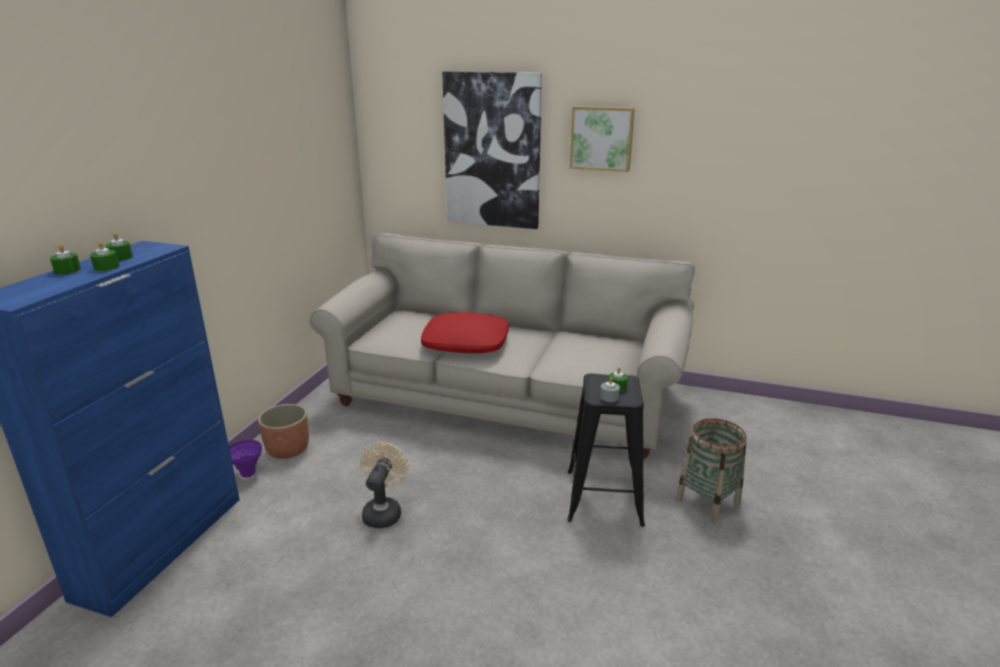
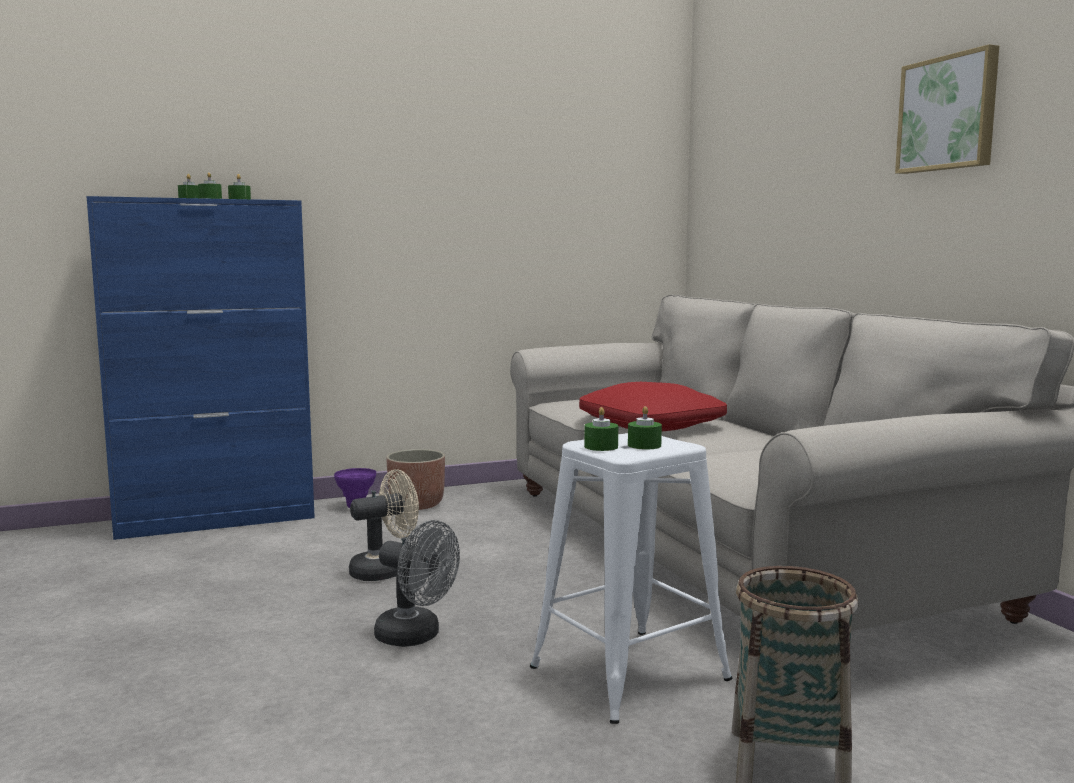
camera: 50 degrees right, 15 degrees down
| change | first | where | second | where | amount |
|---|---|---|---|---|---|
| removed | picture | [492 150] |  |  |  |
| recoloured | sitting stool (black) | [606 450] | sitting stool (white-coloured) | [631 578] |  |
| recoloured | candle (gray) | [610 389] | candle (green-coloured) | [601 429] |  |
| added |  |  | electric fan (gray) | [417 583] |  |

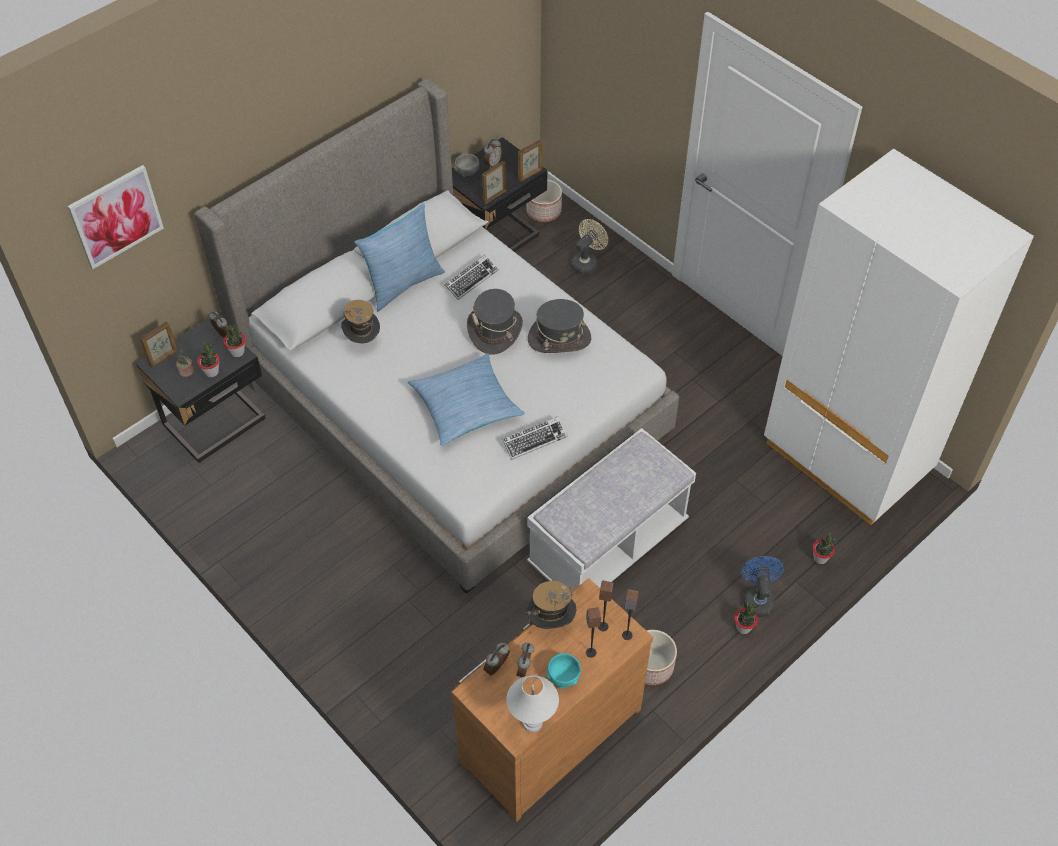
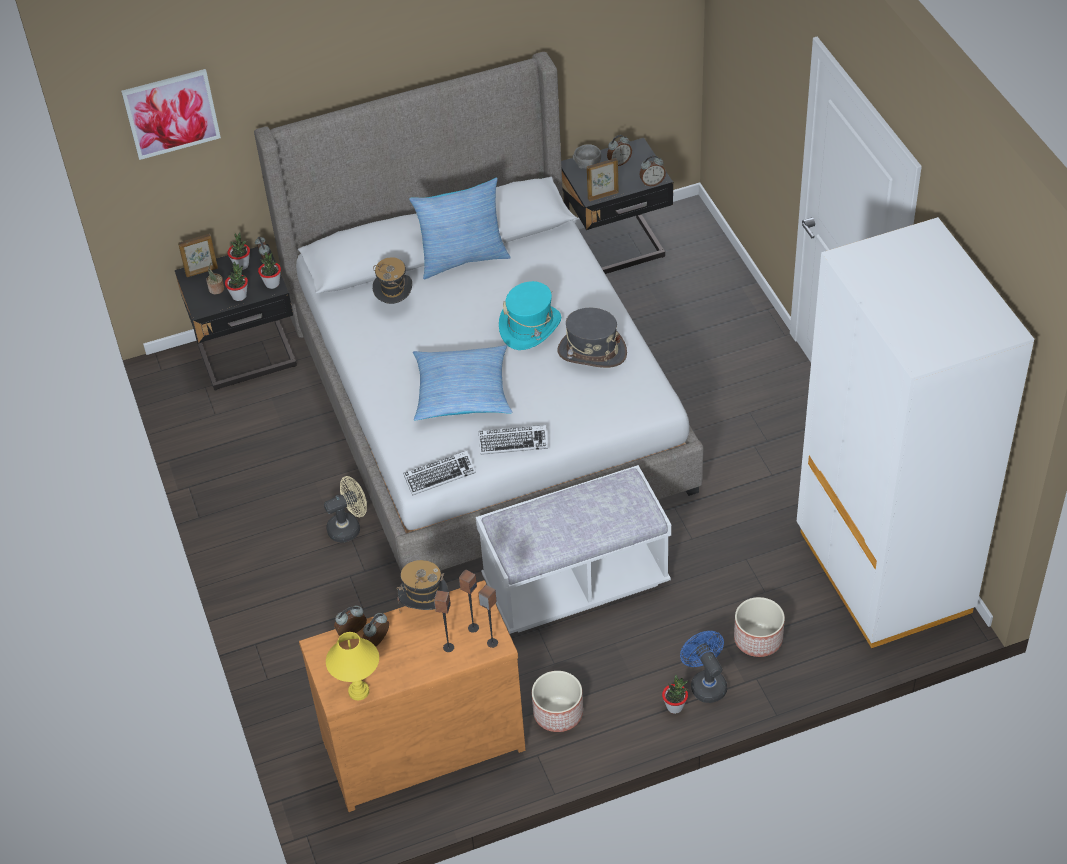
camera: 25 degrees right, 5 degrees down
| change | first | where | second | where | amount |
|---|---|---|---|---|---|
| replaced | picture frame | [530 160] | alarm clock | [652 170] |  |
| moved | planter | [544 201] |  | [759 627] |  |
| moved | electric fan (sand-coloured) | [589 247] |  | [345 509] |  |
| moved | keyboard | [472 277] |  | [439 473] |  |
| recoloured | wearable hat (gray) | [495 322] | wearable hat (turquoise-coloured) | [530 315] |  |
| moved | houseplant | [825 548] |  | [238 251] |  |
| turned | electric fan (blue-coloured) | [762 586] |  | [703 667] | 45 degrees counterclockwise |
| removed | bowl (turquoise-coloured) | [564 671] |  |  |  |
| recoloured | tabletop lamp (white-coloured) | [532 703] | tabletop lamp (yellow) | [352 666] |  |

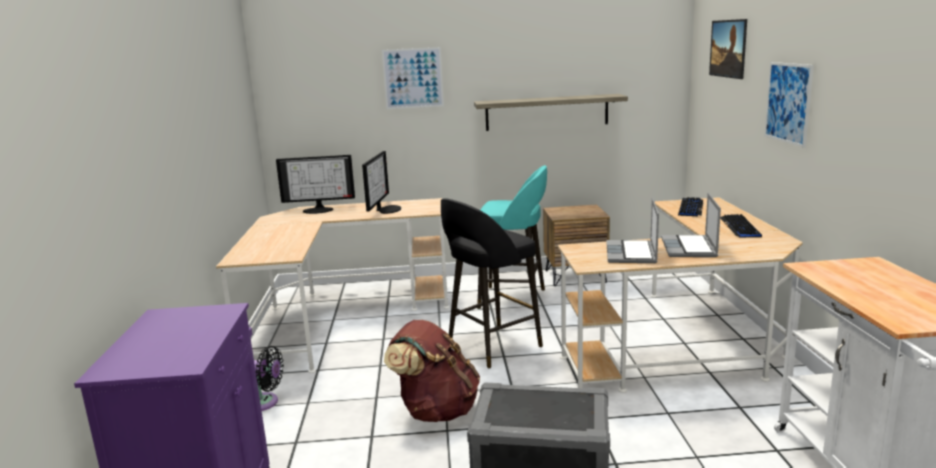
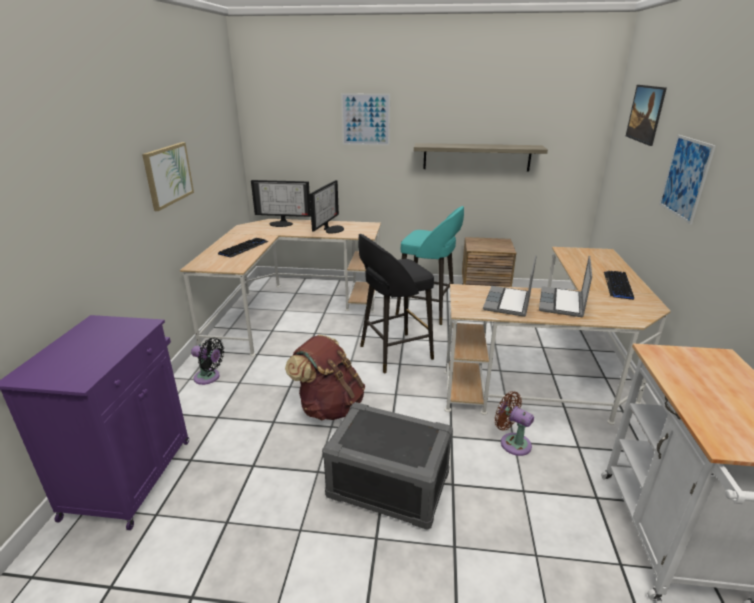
camera: 10 degrees right, 10 degrees up
| change | first | where | second | where | amount |
|---|---|---|---|---|---|
| moved | keyboard | [690 206] |  | [243 247] |  |
| added |  |  | picture | [168 176] |  |
| added |  |  | electric fan (brown-coloured) | [514 423] |  |

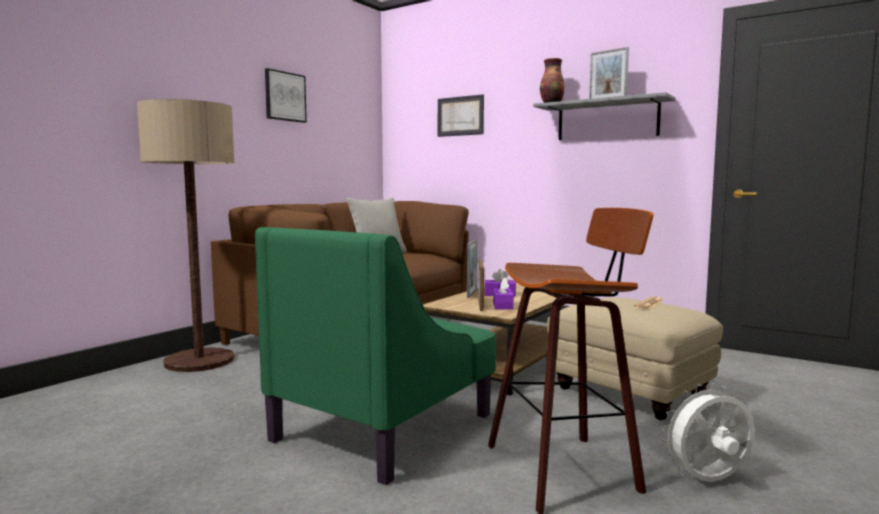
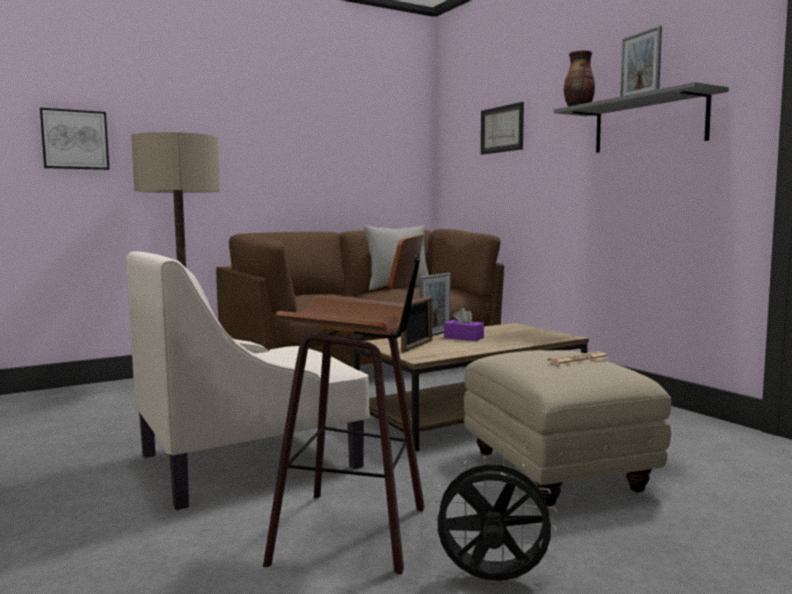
camera: 25 degrees right, 0 degrees up
| change | first | where | second | where | amount |
|---|---|---|---|---|---|
| moved | picture | [286 95] |  | [74 139] |  |
| recoloured | armchair (green-coloured) | [375 356] | armchair (sand-coloured) | [248 380] |  |
| removed | tissue holder (purple-coloured) | [503 294] |  |  |  |
| recoloured | electric fan (white-coloured) | [707 432] | electric fan (black) | [494 518] |  |

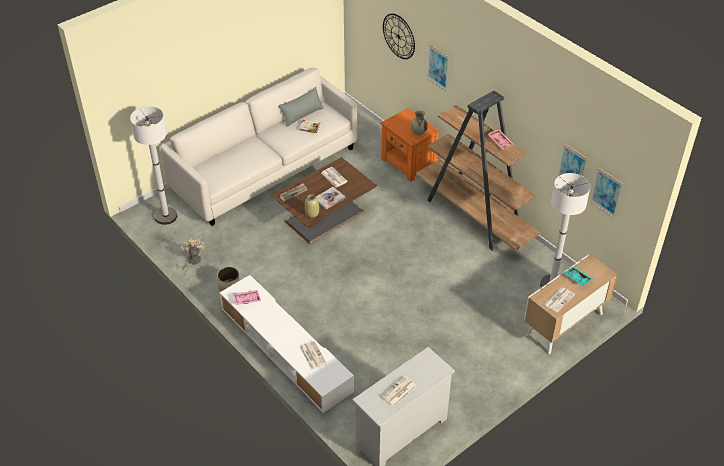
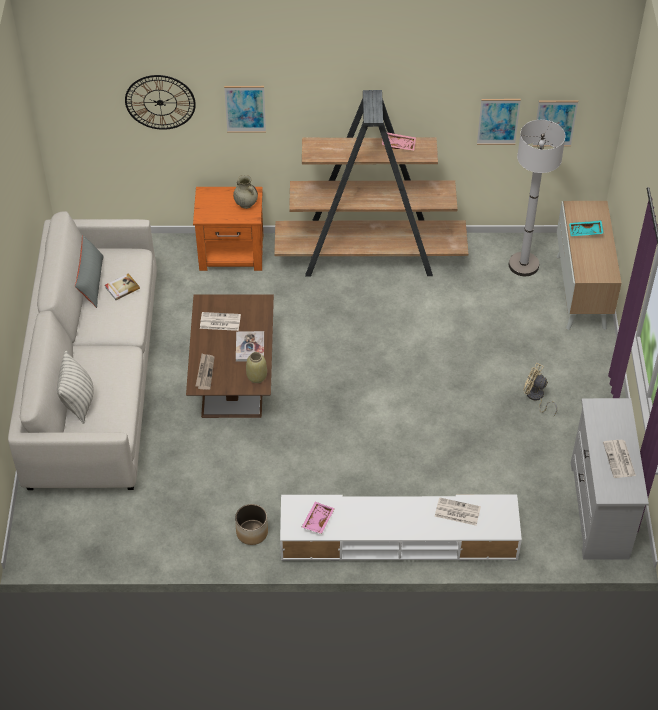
camera: 50 degrees left, 5 degrees up
| change | first | where | second | where | amount |
|---|---|---|---|---|---|
| removed | floor lamp (white-coloured) | [153 165] |  |  |  |
| moved | electric fan (sand-coloured) | [192 257] |  | [540 389] |  |
| removed | daily paper | [559 299] |  |  |  |
| added |  |  | cushion | [75 387] |  |

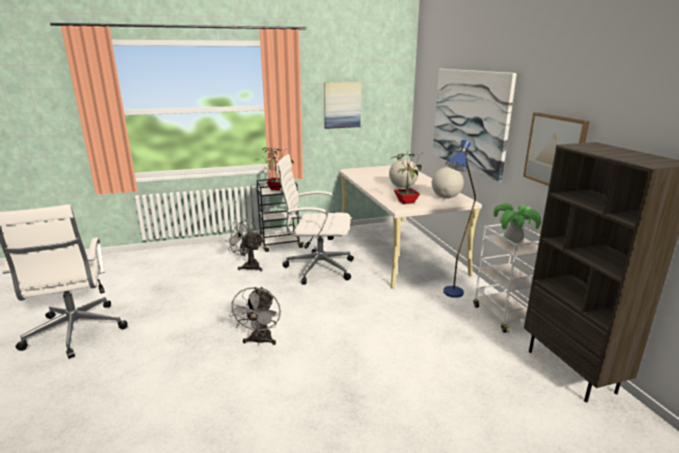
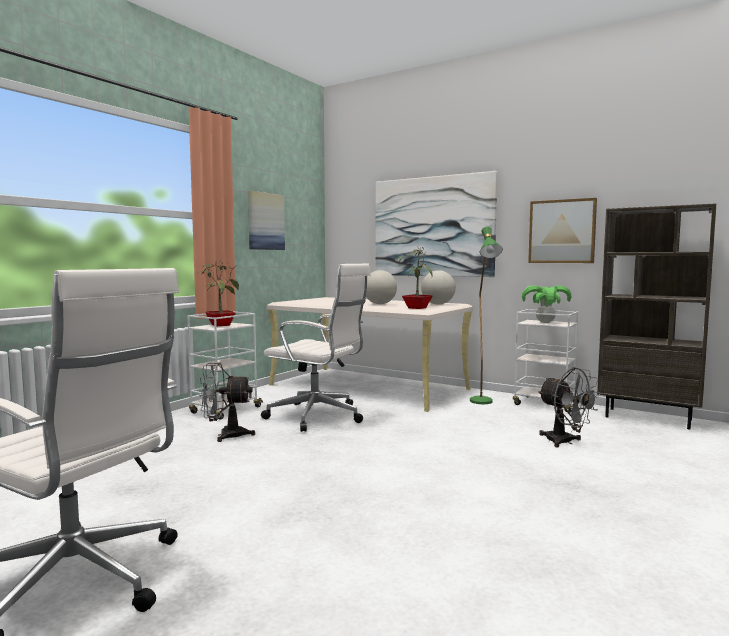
camera: 40 degrees left, 15 degrees down
| change | first | where | second | where | amount |
|---|---|---|---|---|---|
| recoloured | floor lamp (blue-coloured) | [459 219] | floor lamp (green-coloured) | [486 315] |  |
| turned | office chair (white-coloured) | [315 219] |  | [315 348] | 120 degrees counterclockwise |
| recoloured | wheeled cart (black) | [280 215] | wheeled cart (white-coloured) | [225 365] |  |
| moved | electric fan (gray) | [255 316] |  | [569 407] |  |

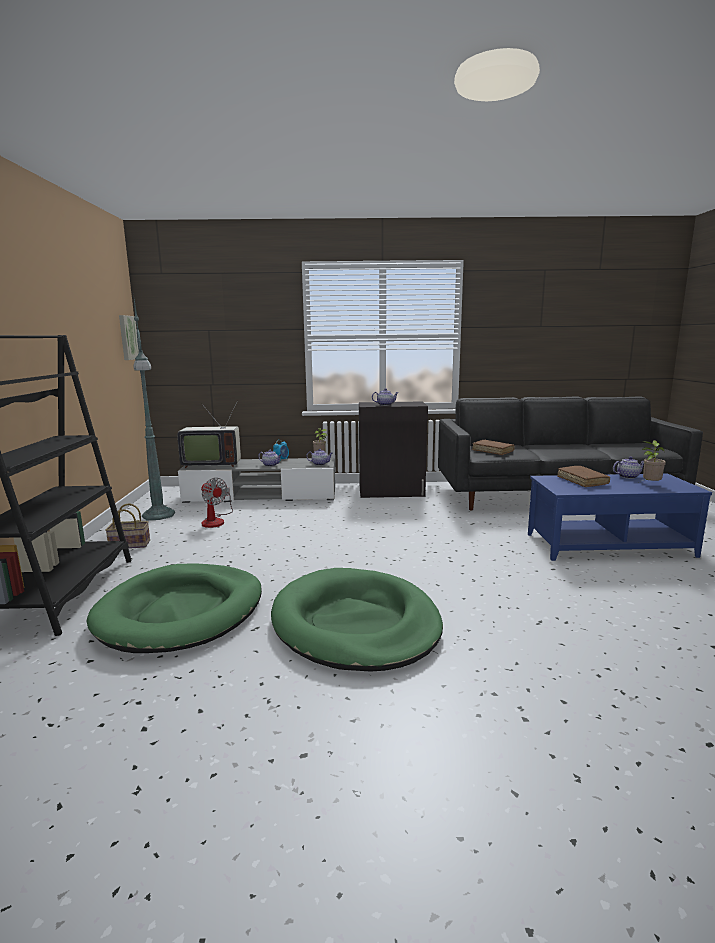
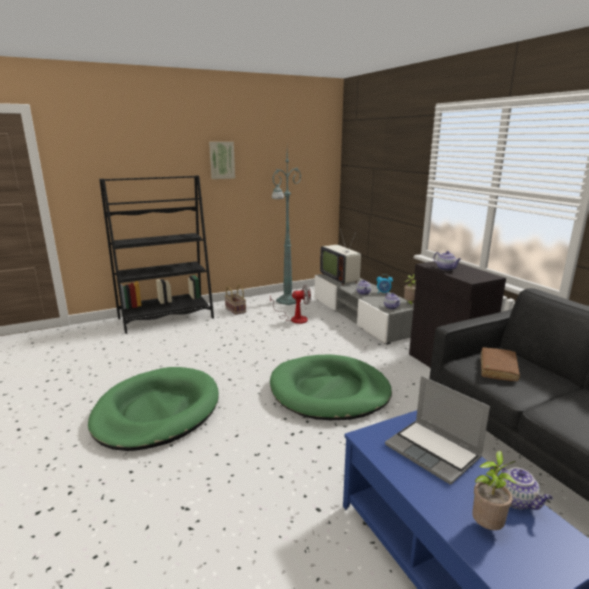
camera: 65 degrees right, 5 degrees up
| change | first | where | second | where | amount |
|---|---|---|---|---|---|
| moved | picture | [129 337] |  | [222 160] |  |
| replaced | bound book (brown-coloured) | [583 476] | notebook computer | [437 430] |  |
| turned | electric fan | [217 503] |  | [290 304] | 120 degrees counterclockwise |
| moved | dog bed (green-coloured) | [174 608] |  | [331 387] |  |

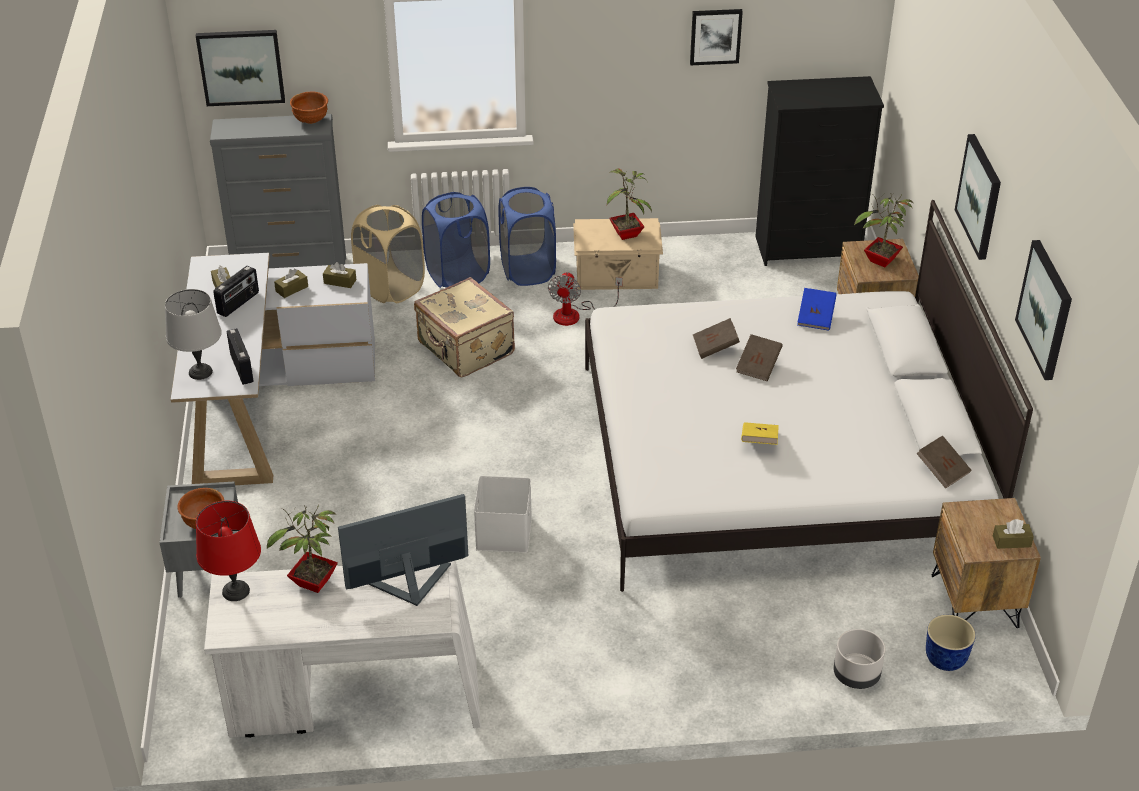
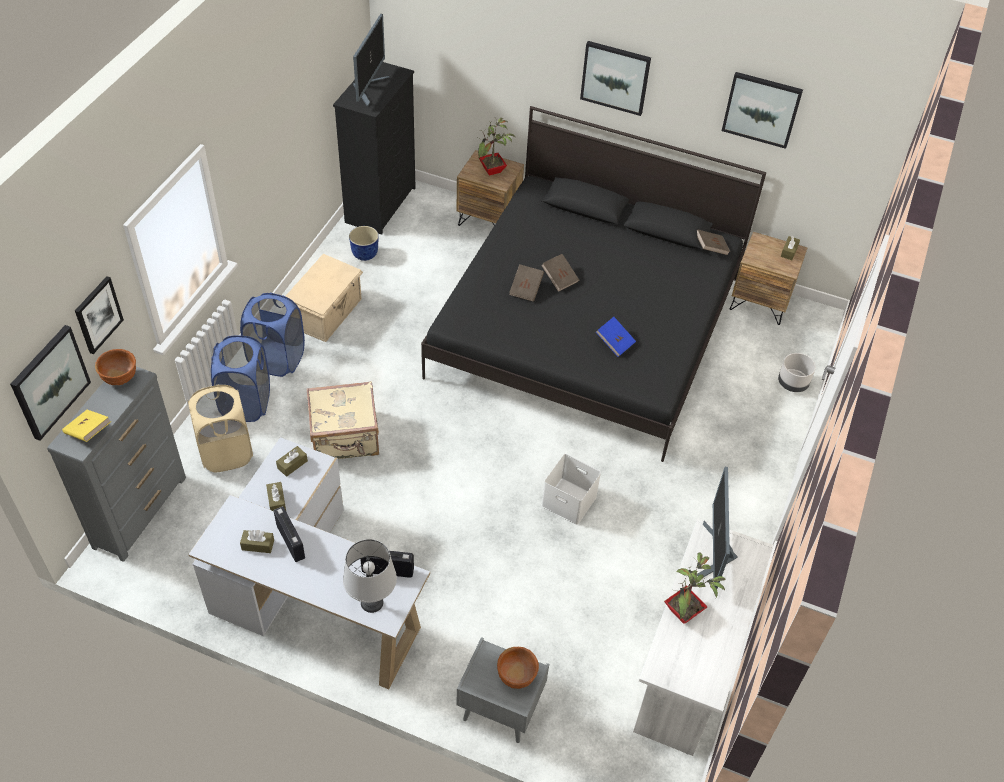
camera: 65 degrees left, 10 degrees up
| change | first | where | second | where | amount |
|---|---|---|---|---|---|
| moved | picture | [716 37] |  | [99 315] |  |
| removed | houseplant | [629 204] |  |  |  |
| recoloured | bedroom bed (white-coloured) | [809 396] | bedroom bed (black) | [593 284] |  |
| removed | electric fan | [585 299] |  |  |  |
| moved | bound book (blue-coloured) | [817 309] |  | [616 337] |  |
| moved | bound book (yellow) | [760 433] |  | [86 426] |  |
| removed | tabletop lamp (red-coloured) | [228 551] |  |  |  |
| moved | planter | [951 643] |  | [364 243] |  |
| added |  |  | computer screen | [371 60] |  |

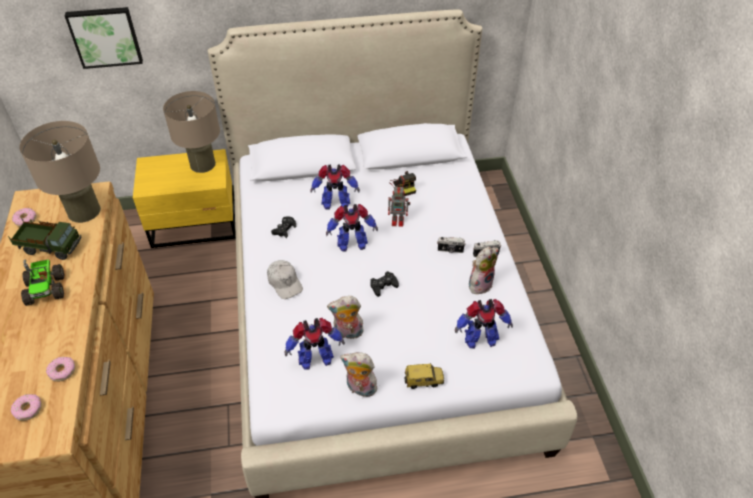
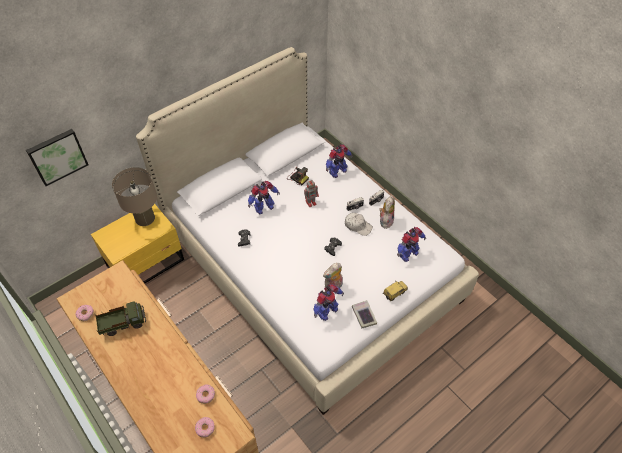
camera: 30 degrees left, 5 degrees up
| change | first | where | second | where | amount |
|---|---|---|---|---|---|
| removed | tabletop lamp (sand-coloured) | [60 172] |  |  |  |
| moved | toy robot | [352 228] |  | [339 161] |  |
| removed | model truck | [42 283] |  |  |  |
| moved | peaked cap (white-coloured) | [285 279] |  | [359 224] |  |
| replaced | cuddly toy | [359 374] | bound book | [364 314] |  |

